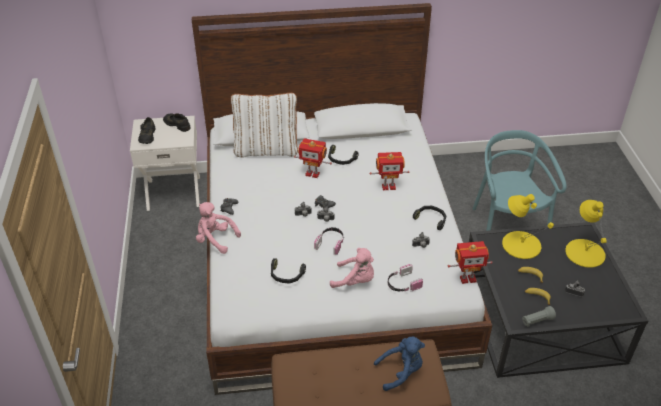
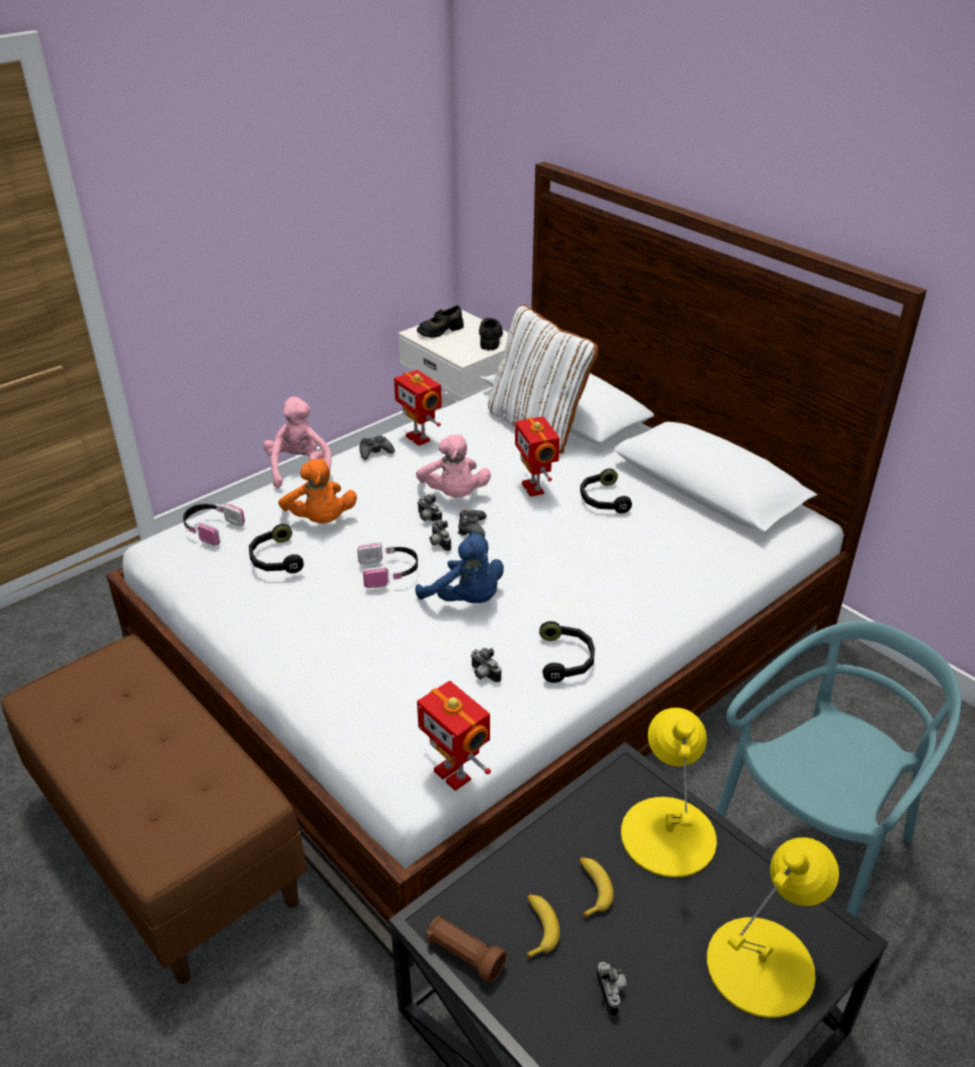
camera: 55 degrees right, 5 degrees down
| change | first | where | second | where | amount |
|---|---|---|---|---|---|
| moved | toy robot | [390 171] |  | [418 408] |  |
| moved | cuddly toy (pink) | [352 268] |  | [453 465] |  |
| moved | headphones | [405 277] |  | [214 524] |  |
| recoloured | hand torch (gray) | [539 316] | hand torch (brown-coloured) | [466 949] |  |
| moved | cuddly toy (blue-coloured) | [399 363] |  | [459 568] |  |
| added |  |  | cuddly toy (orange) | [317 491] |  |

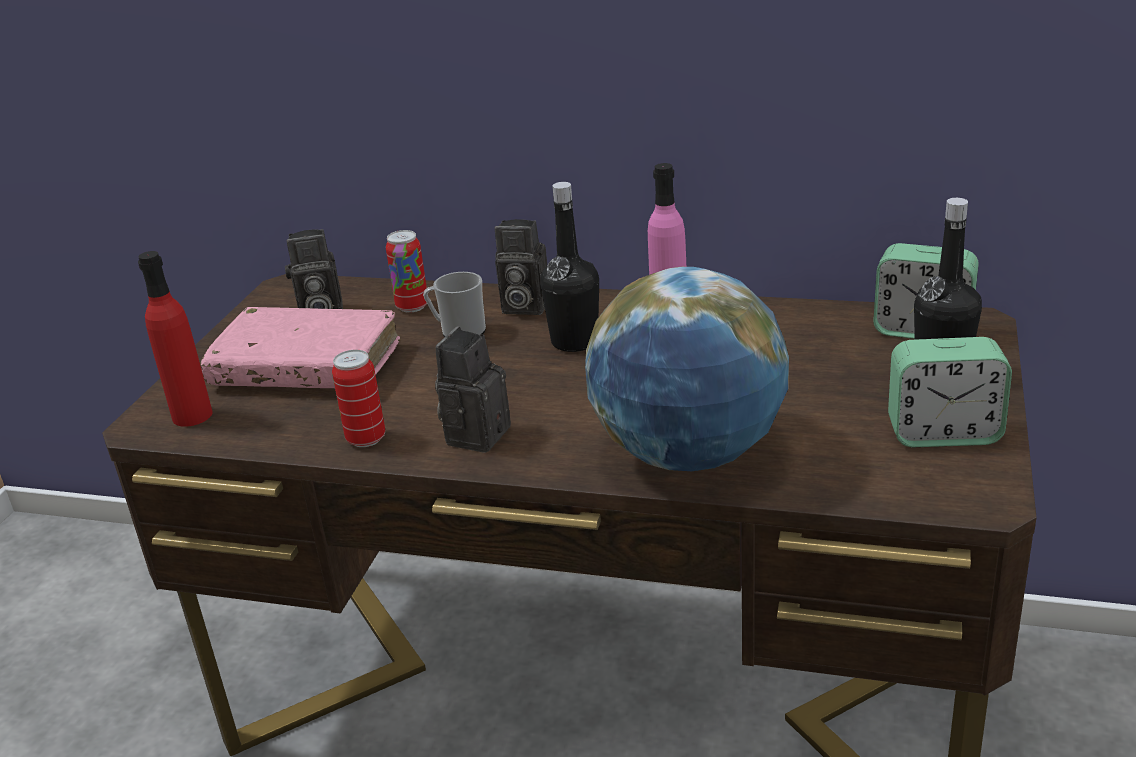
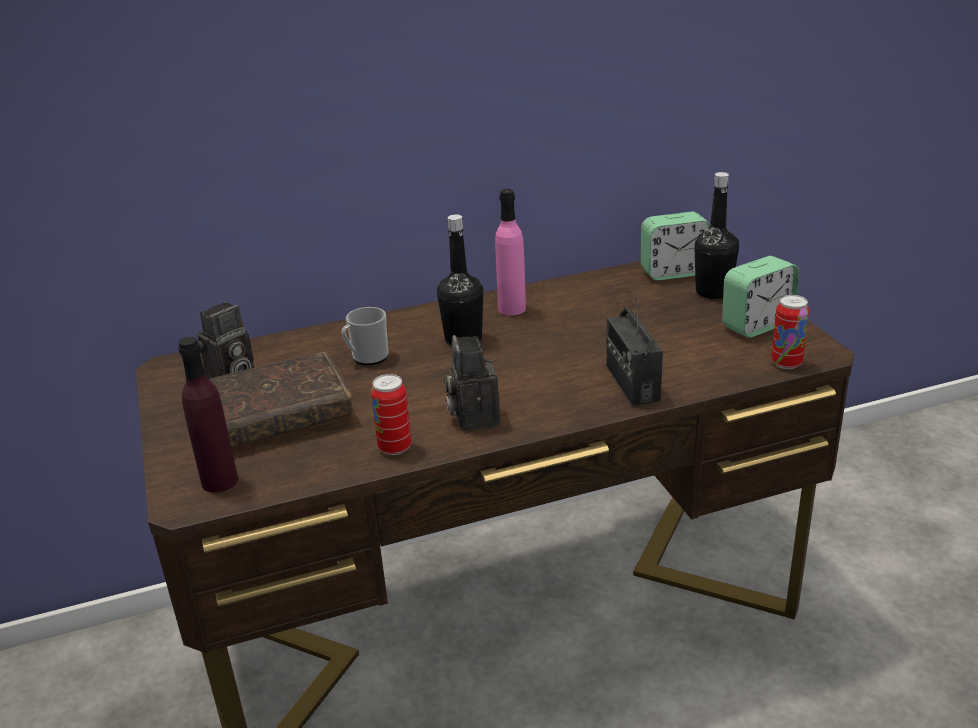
camera: 35 degrees left, 0 degrees up
| change | first | where | second | where | amount |
|---|---|---|---|---|---|
| removed | photo camera | [521 267] |  |  |  |
| moved | metal can | [406 271] |  | [790 332] |  |
| recoloured | drink bottle (red-coloured) | [175 339] | drink bottle (purple-coloured) | [208 415] |  |
| replaced | globe | [687 369] | radio | [634 349] |  |
| recoloured | bound book (pink) | [300 347] | bound book (brown-coloured) | [281 400] |  |

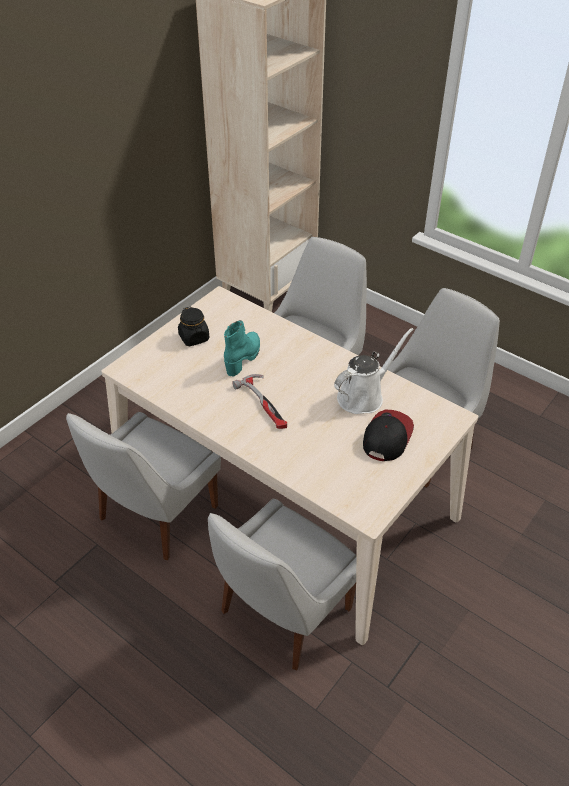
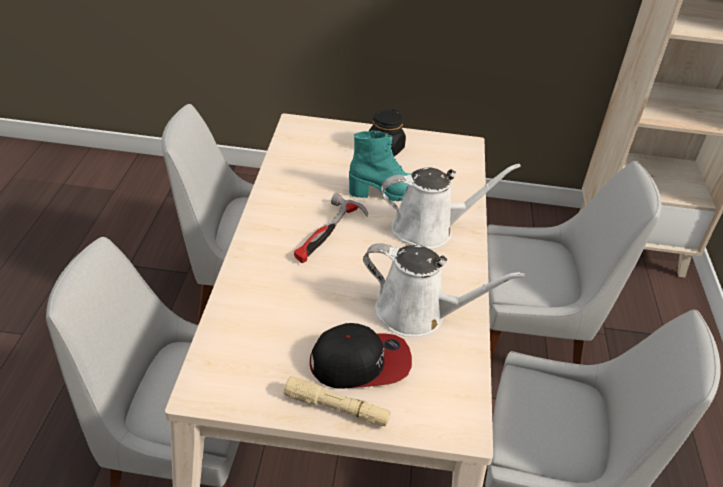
camera: 55 degrees right, 5 degrees down
| change | first | where | second | where | amount |
|---|---|---|---|---|---|
| added |  |  | watering pot (white-coloured) | [451 206] |  |
| added |  |  | hand torch (sand-coloured) | [337 401] |  |

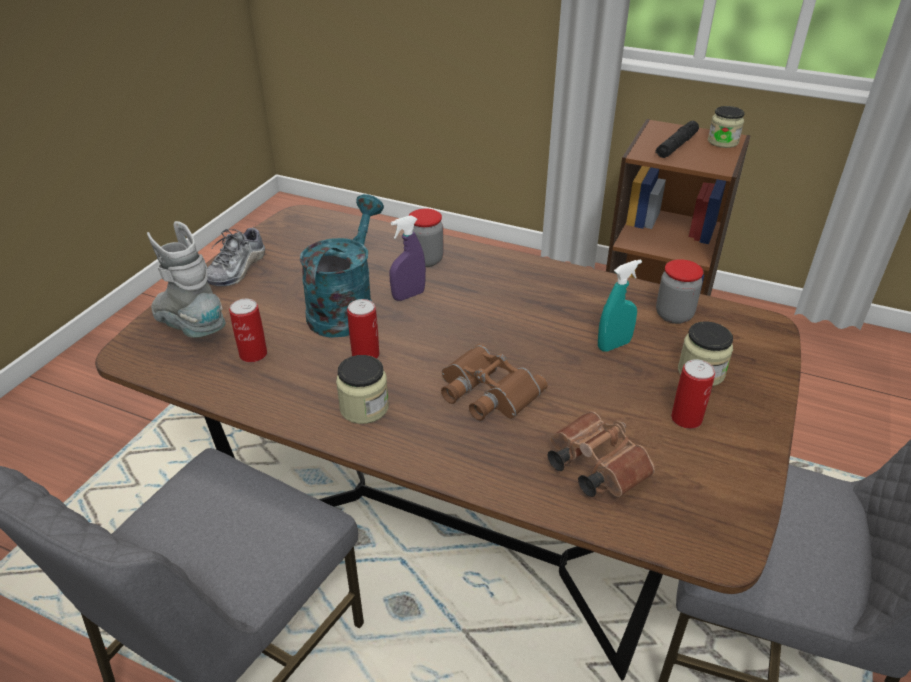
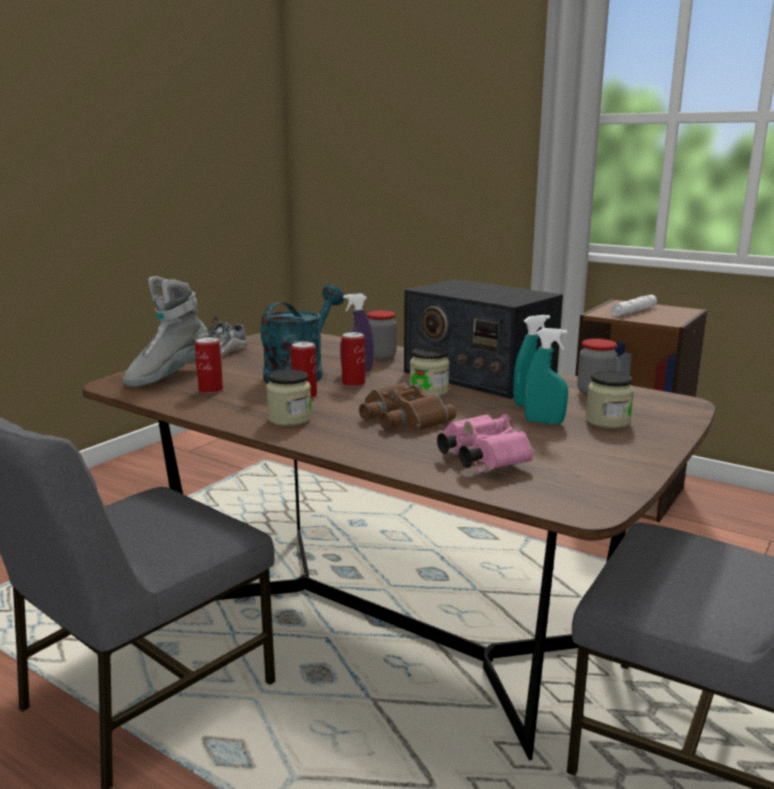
camera: 10 degrees right, 20 degrees down
| change | first | where | second | where | amount |
|---|---|---|---|---|---|
| moved | preserve jar | [726 127] |  | [429 371] |  |
| recoloured | hand torch (black) | [677 139] | hand torch (white-coloured) | [634 305] |  |
| turned | high-top boot (gray) | [186 279] |  | [166 331] | 105 degrees counterclockwise |
| moved | metal can | [693 394] |  | [353 359] |  |
| recoloured | pair of binoculars (brown-coloured) | [601 454] | pair of binoculars (pink) | [485 443] |  |
| added |  |  | radio | [483 339] |  |
| added |  |  | spray bottle (turquoise-coloured) | [546 376] |  |

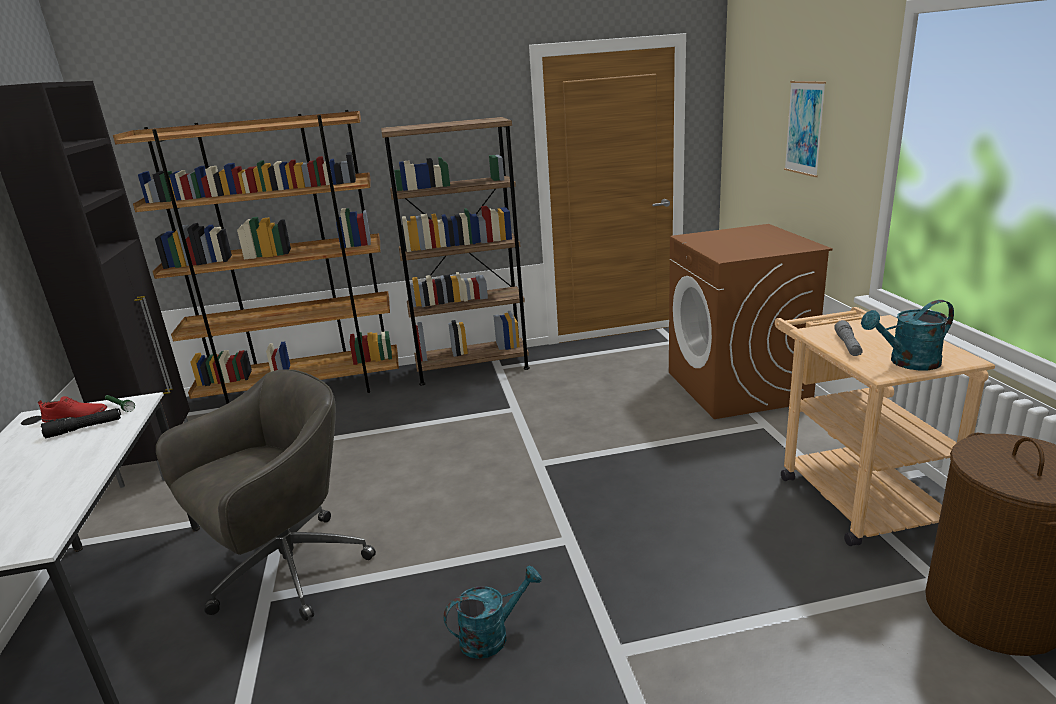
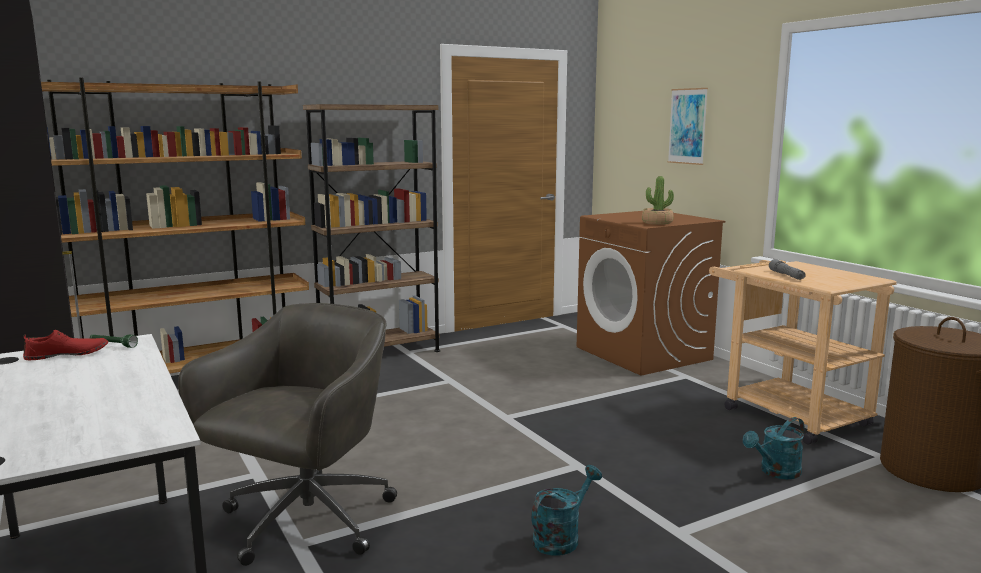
camera: 20 degrees left, 10 degrees down
| change | first | where | second | where | amount |
|---|---|---|---|---|---|
| moved | watering pot (turquoise-coloured) | [907 335] |  | [773 448] |  |
| removed | hand torch (black) | [81 423] |  |  |  |
| added |  |  | houseplant | [658 200] |  |

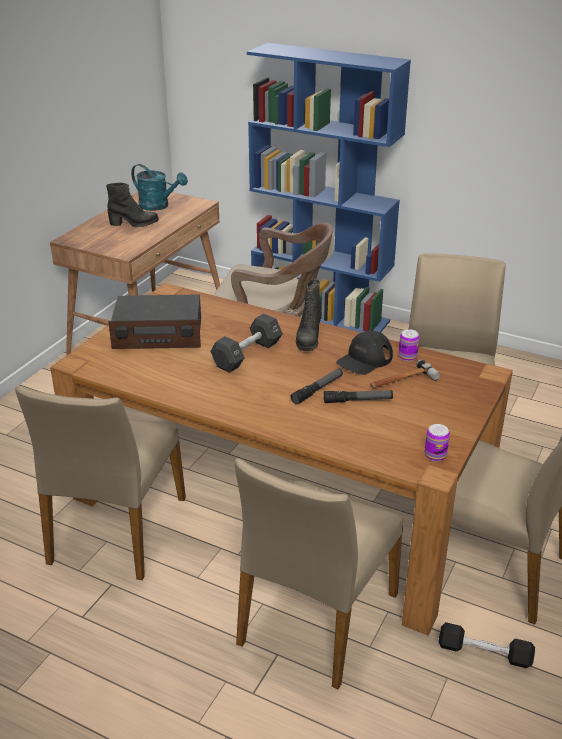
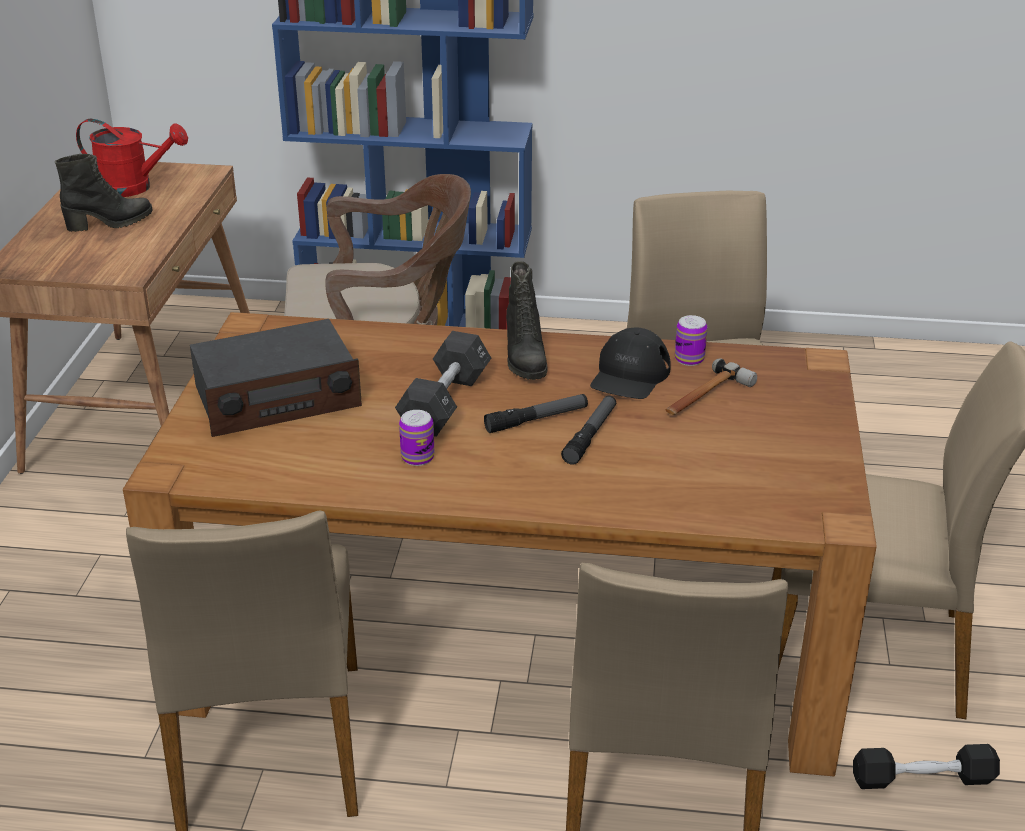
camera: 20 degrees left, 0 degrees up
| change | first | where | second | where | amount |
|---|---|---|---|---|---|
| recoloured | watering pot (turquoise-coloured) | [159 187] | watering pot (red-coloured) | [132 158] |  |
| moved | hand torch | [358 396] |  | [536 413] |  |
| moved | metal can | [437 442] |  | [416 438] |  |

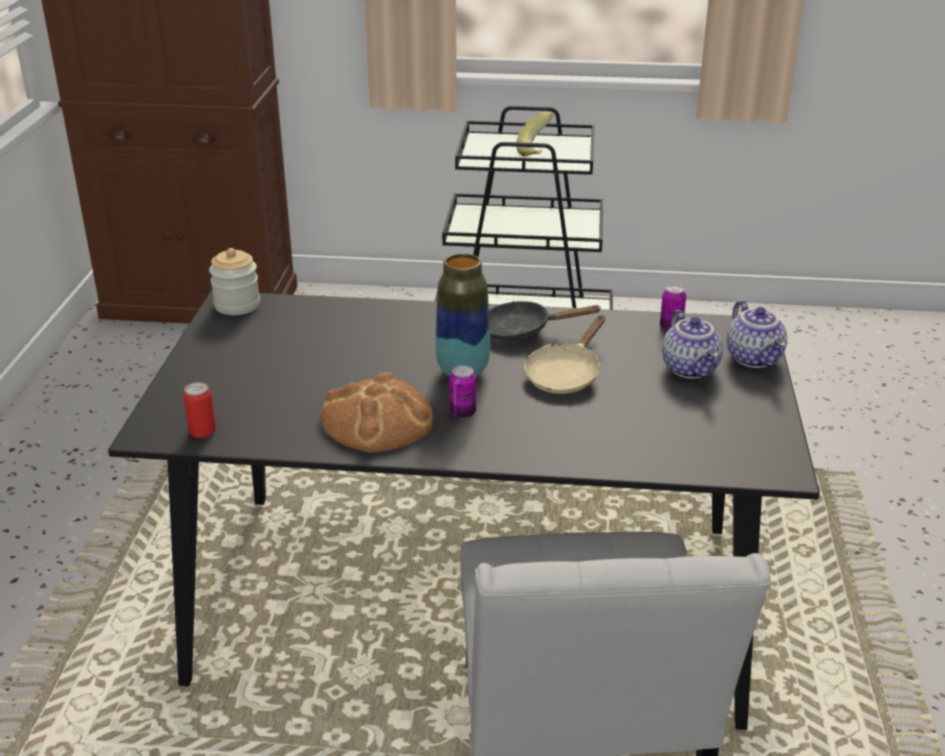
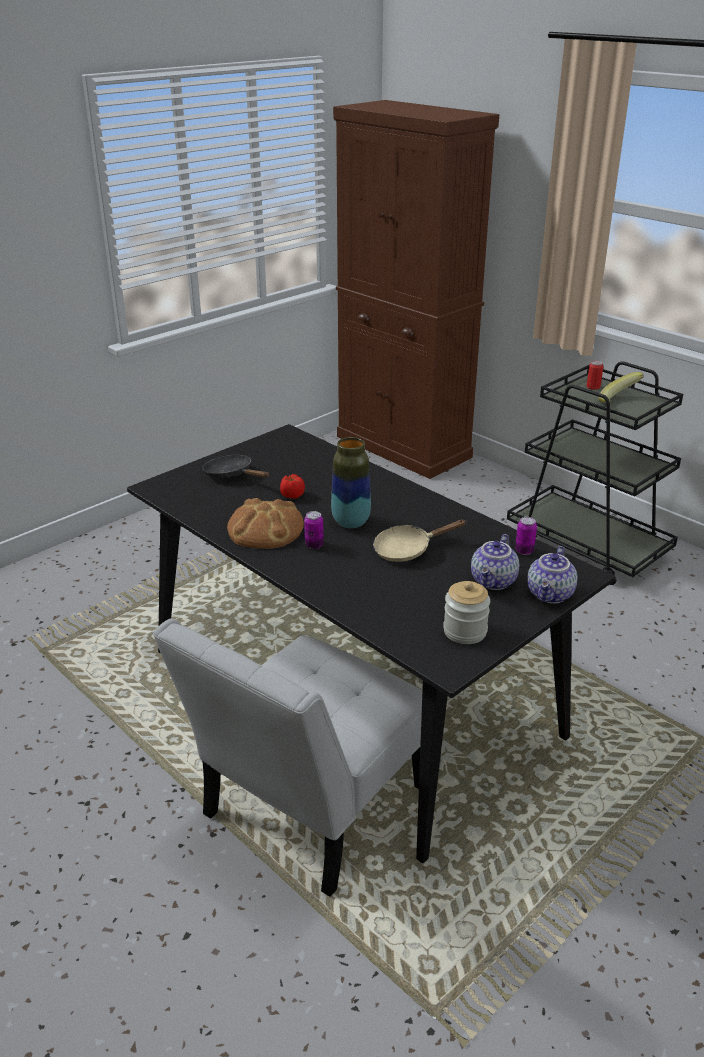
camera: 40 degrees right, 0 degrees up
| change | first | where | second | where | amount |
|---|---|---|---|---|---|
| moved | preserve jar | [234 281] |  | [466 612] |  |
| moved | pan (black) | [545 321] |  | [236 466] |  |
| moved | metal can | [200 410] |  | [595 375] |  |
| added |  |  | tomato | [292 486] |  |

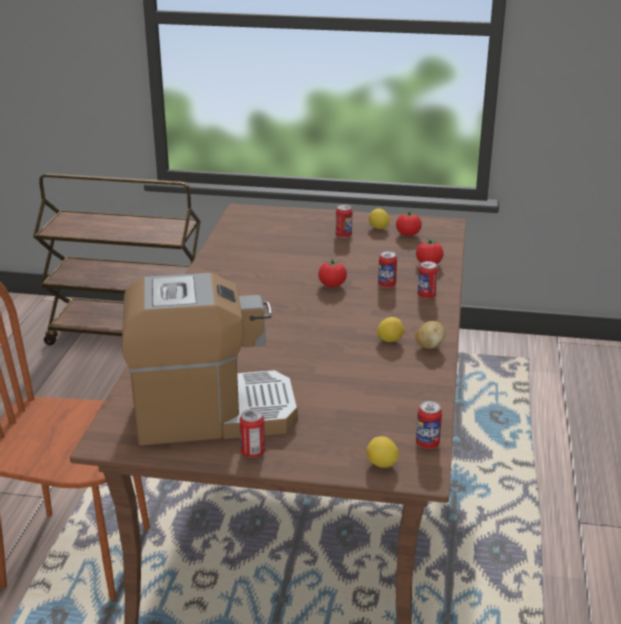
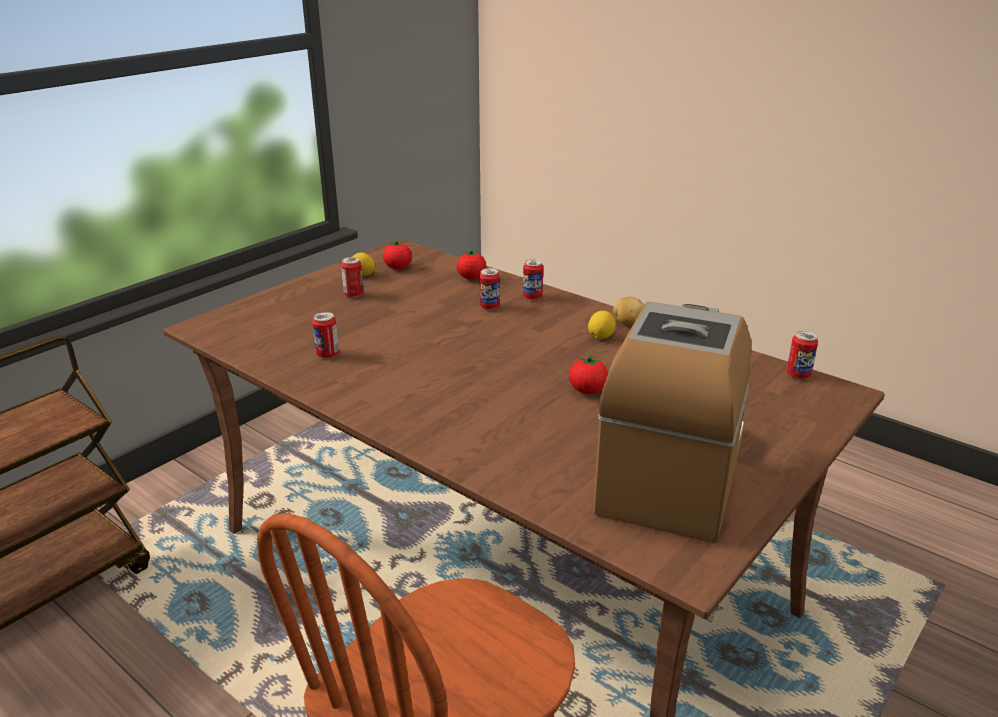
camera: 60 degrees left, 0 degrees up
| change | first | where | second | where | amount |
|---|---|---|---|---|---|
| moved | tomato | [332 272] |  | [588 374] |  |
| moved | metal can | [252 433] |  | [325 335] |  |
| removed | citrus fruit | [382 452] |  |  |  |

